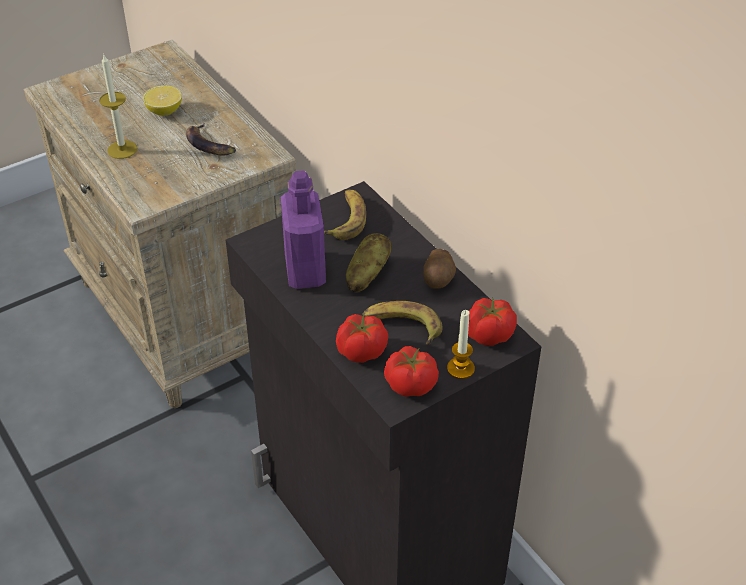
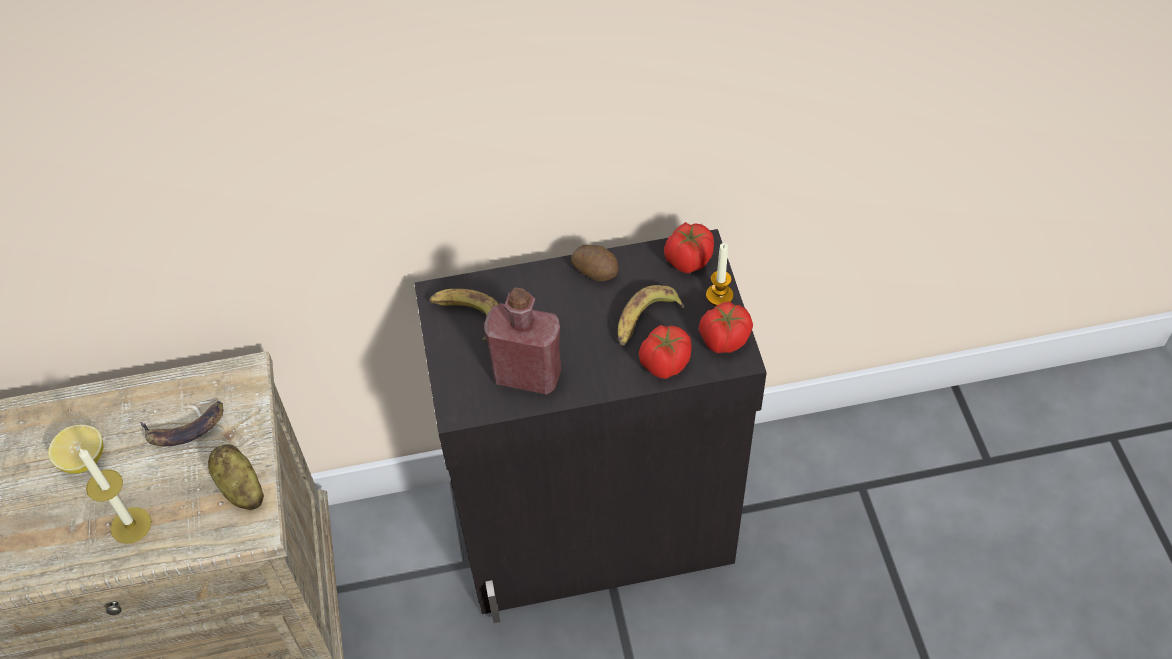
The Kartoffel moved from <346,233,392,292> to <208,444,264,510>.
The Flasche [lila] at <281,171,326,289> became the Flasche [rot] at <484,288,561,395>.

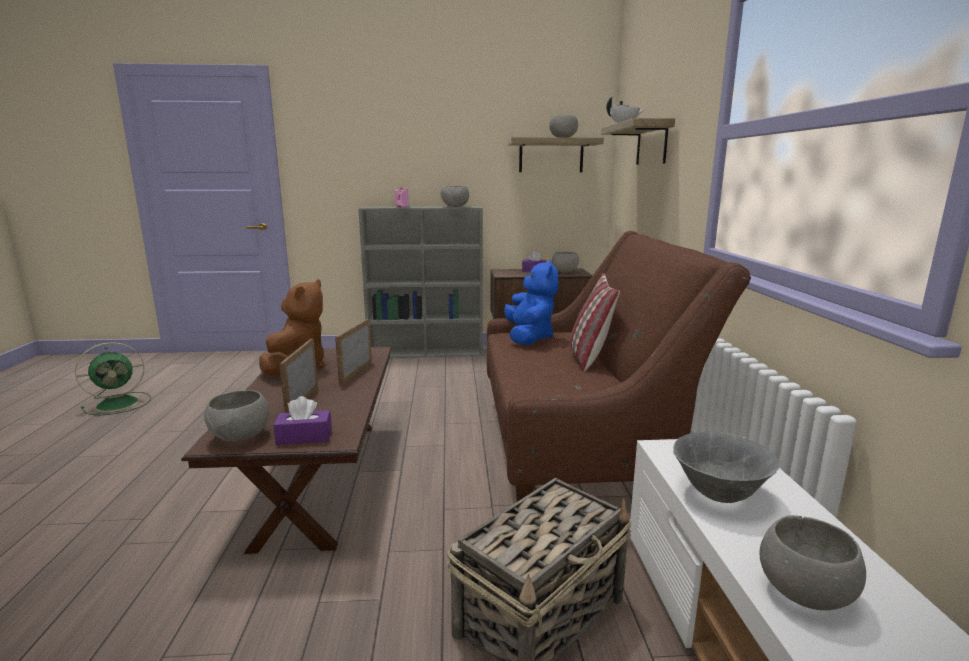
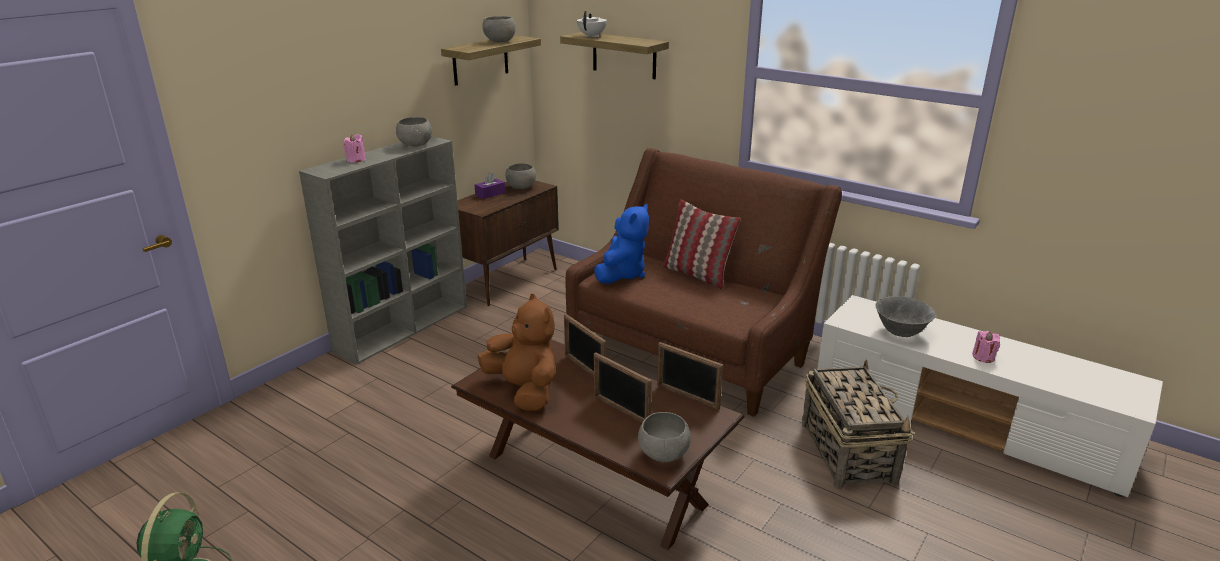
The Plüschtier [blau] at <504,260,559,345> turned 75 degrees clockwise.
The Bilderrahmen at <657,342,723,410> appeared.
The Schüssel [grau] at <760,515,866,610> was replaced by the Kerze [rosa] at <972,331,1000,363>.
The Taschentuchbox [lila] at <273,396,332,445> disappeared.

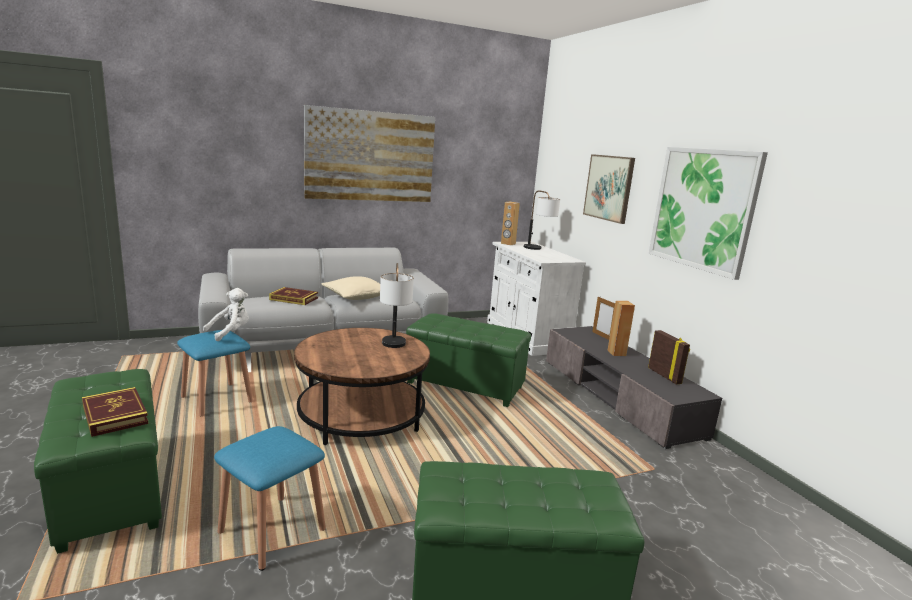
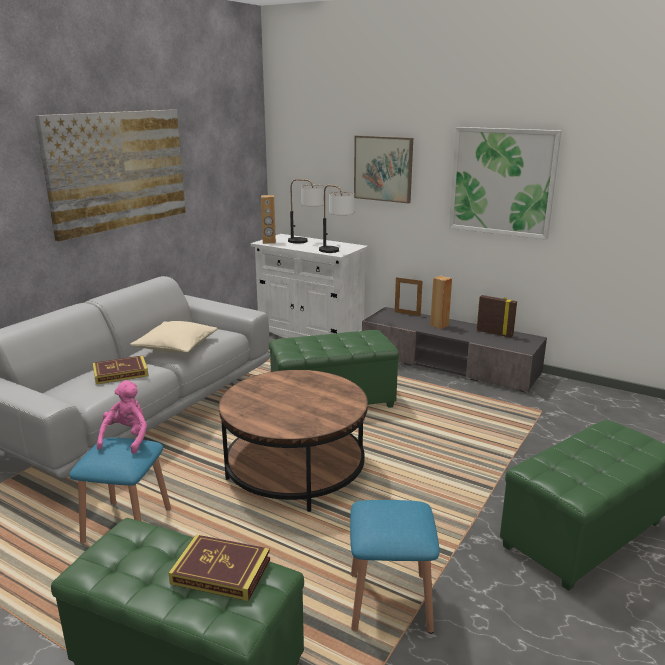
The Plüschtier [weiß] at <203,288,249,341> became the Plüschtier [rosa] at <97,380,147,454>.
The Tischlampe moved from <380,263,414,348> to <319,185,354,253>.

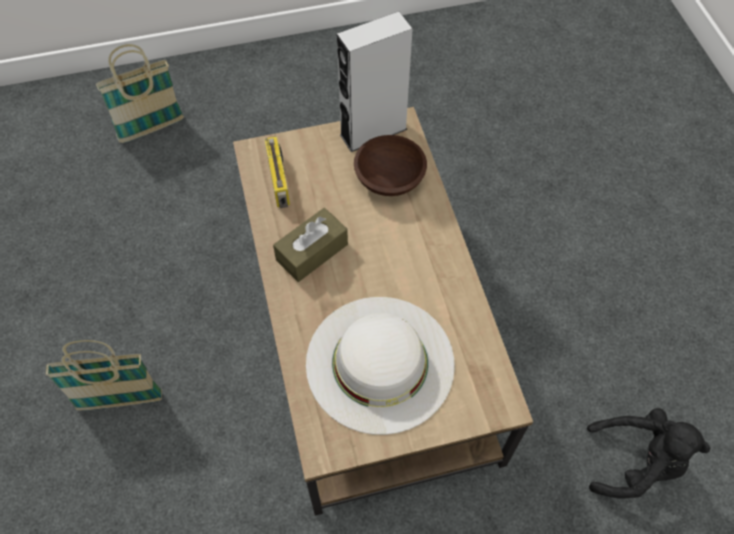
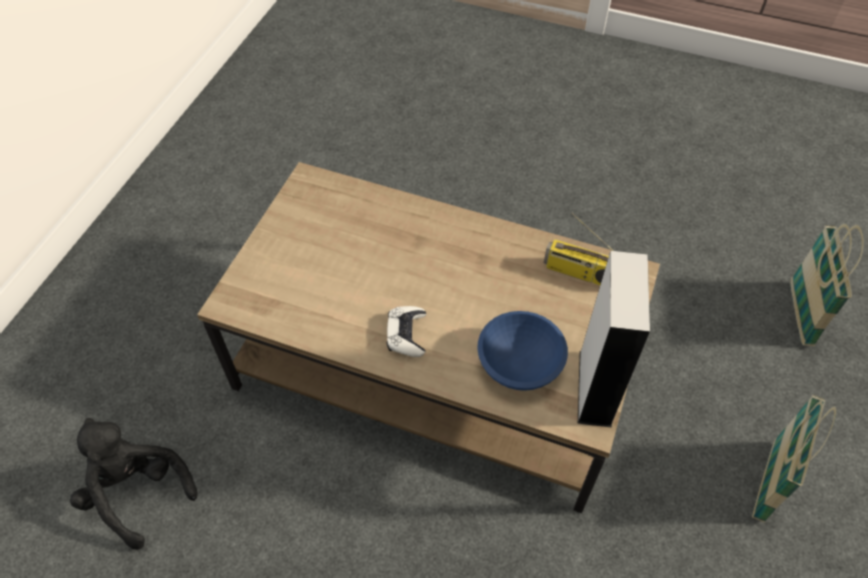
The Plüschtier [schwarz] at <587,408,710,499> turned 90 degrees clockwise.
The Gamepad [weiß] at <387,306,426,357> appeared.
The Schüssel [braun] at <354,135,427,196> became the Schüssel [blau] at <477,311,568,391>.
The Korb moved from <45,340,162,411> to <752,394,836,523>.
The Taschentuchbox [braun] at <273,208,348,282> disappeared.
The Hut [weiß] at <306,297,455,435> disappeared.

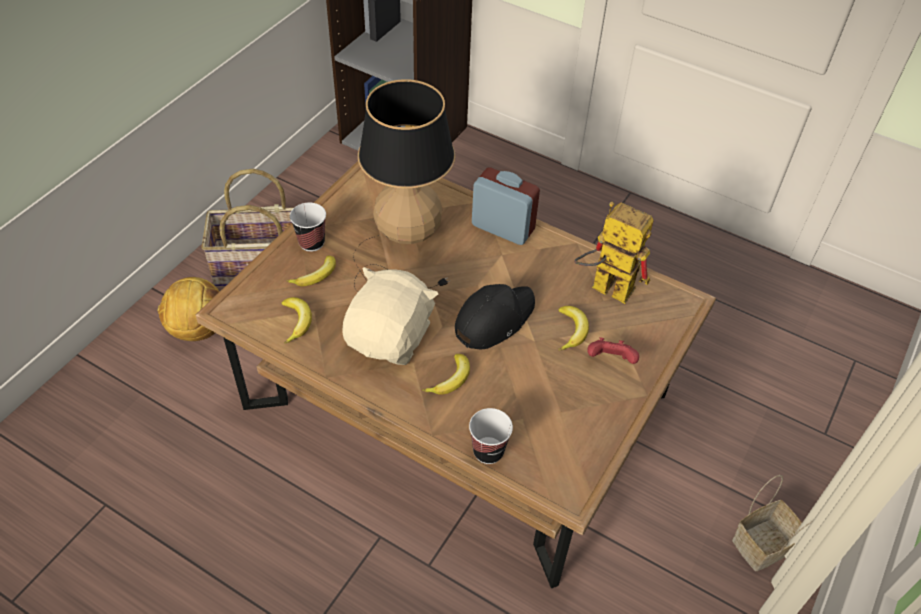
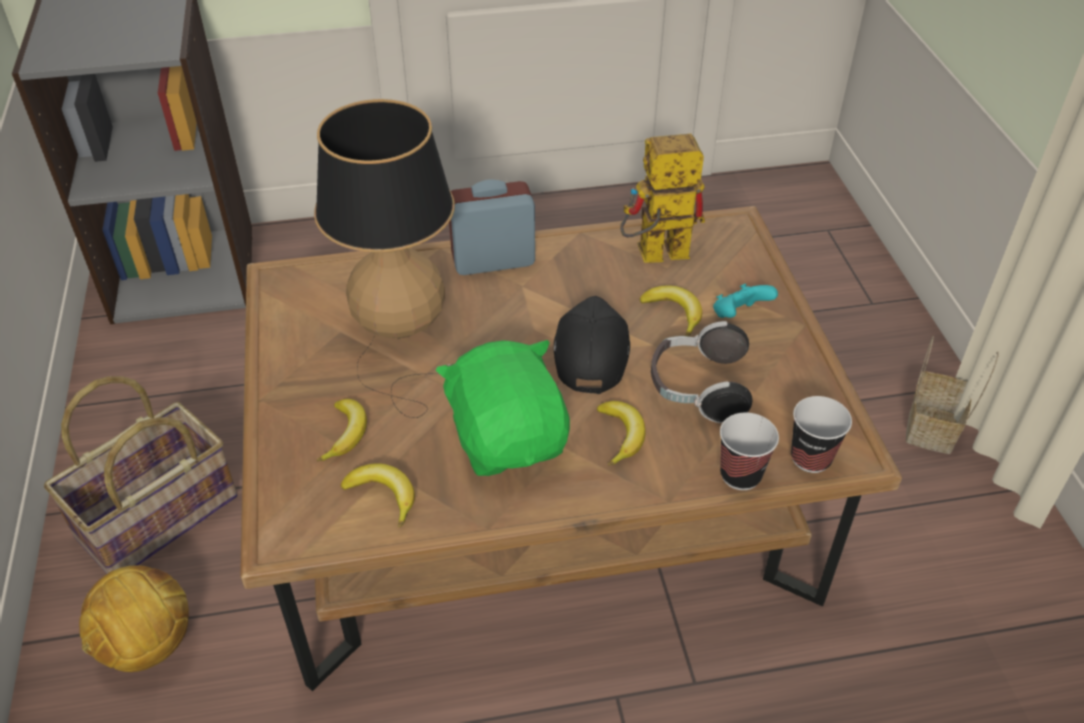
The Plüschtier [beige] at <342,267,438,365> became the Plüschtier [grün] at <436,340,570,476>.
The Kopfhörer at <651,321,753,423> appeared.
The Gamepad [rot] at <587,337,639,364> became the Gamepad [türkis] at <713,284,778,318>.
The Tasse moved from <290,203,326,252> to <791,396,852,473>.

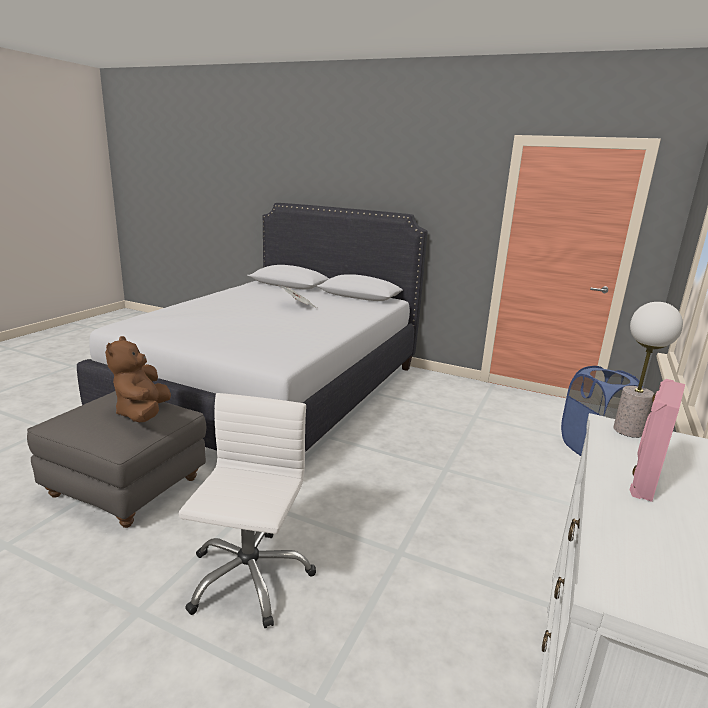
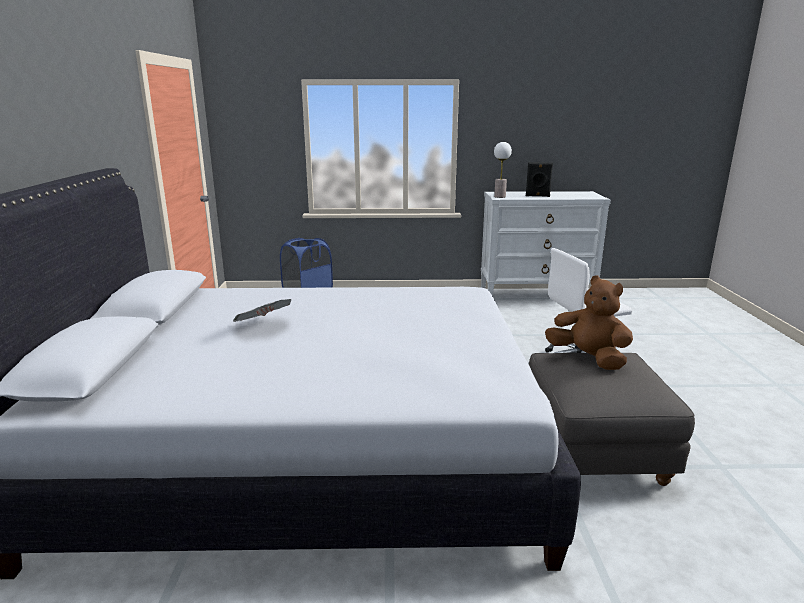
The Lautsprecher [rosa] at <630,379,685,502> became the Lautsprecher [schwarz] at <526,162,553,197>.
The Plüschtier [braun] at <105,336,171,422> turned 105 degrees counterclockwise.

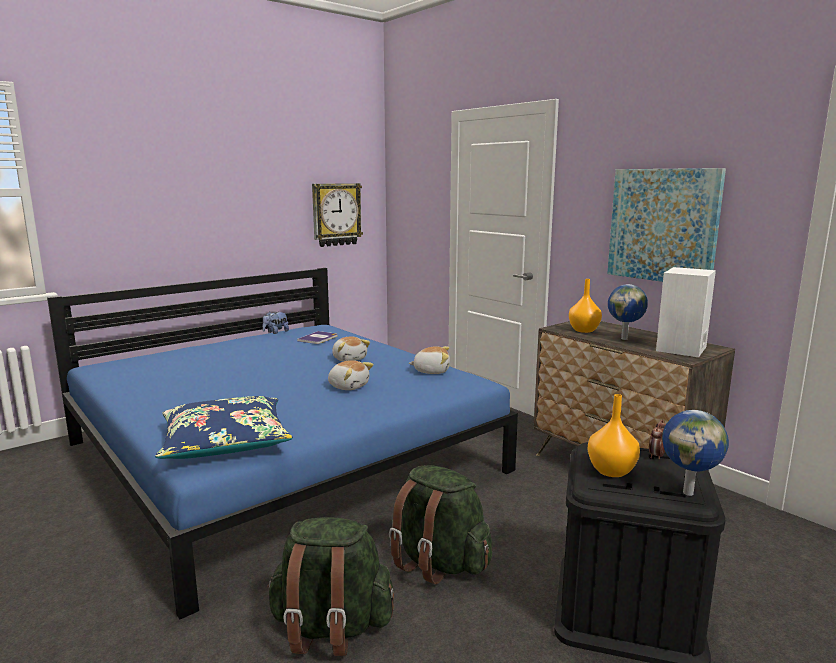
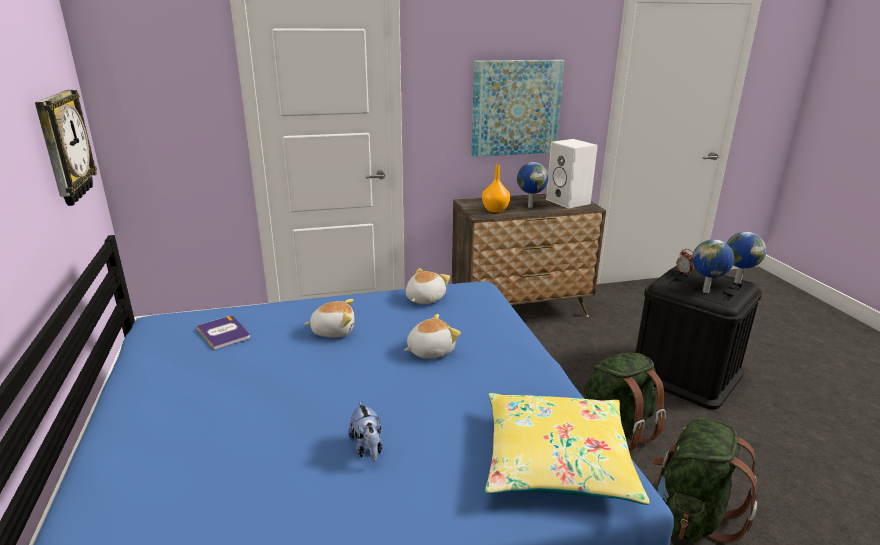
The Plüschtier moved from <262,312,289,334> to <348,401,383,462>.
The Kissen [blau] at <155,396,293,459> became the Kissen [gelb] at <485,393,649,505>.
The Vase [orange] at <588,394,640,477> was replaced by the Globus at <692,239,734,293>.

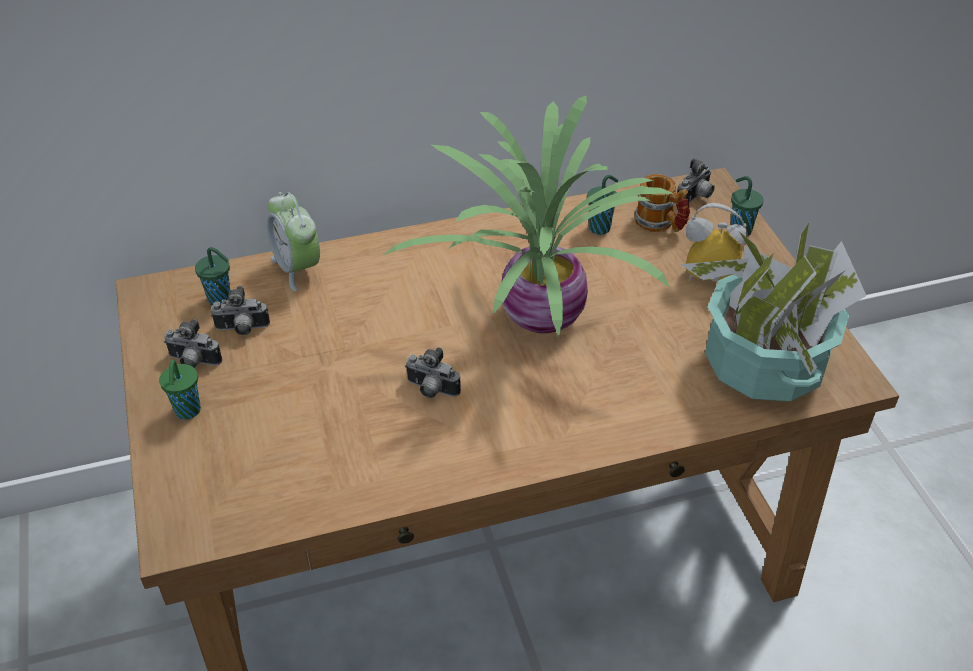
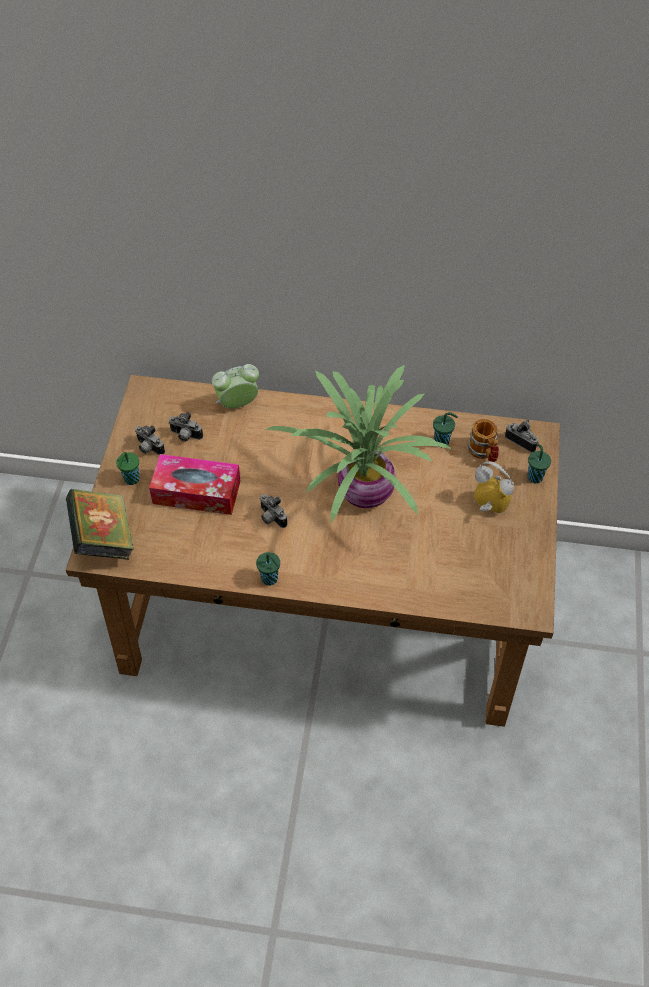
The Buch at <66,489,134,560> appeared.
The Taschentuchbox at <149,454,241,515> appeared.
The Wecker at <267,192,320,291> turned 75 degrees clockwise.
The Tasse [grün] moved from <195,247,231,305> to <256,552,280,586>.
The Kamera at <677,158,715,203> turned 120 degrees counterclockwise.
The Topfpflanze at <680,222,867,401> disappeared.

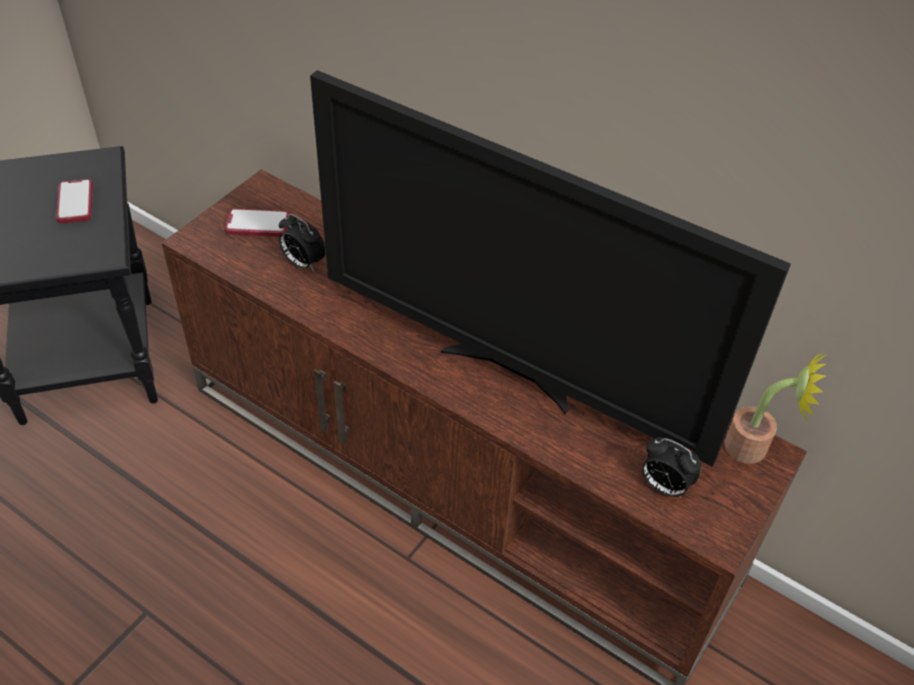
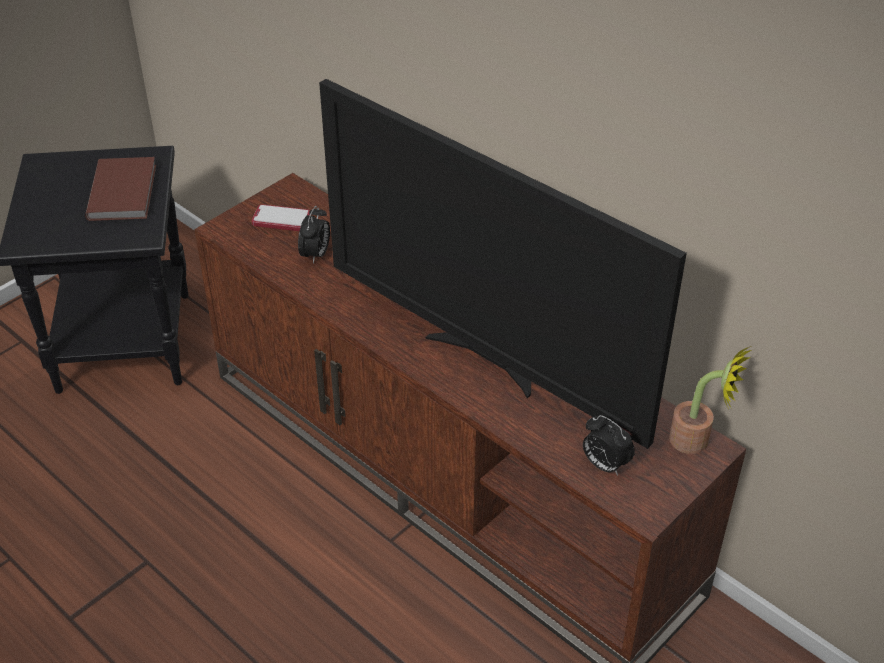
The Handy at <56,179,93,223> was replaced by the Buch [braun] at <85,157,156,221>.
The Wecker at <279,214,326,271> turned 120 degrees counterclockwise.

